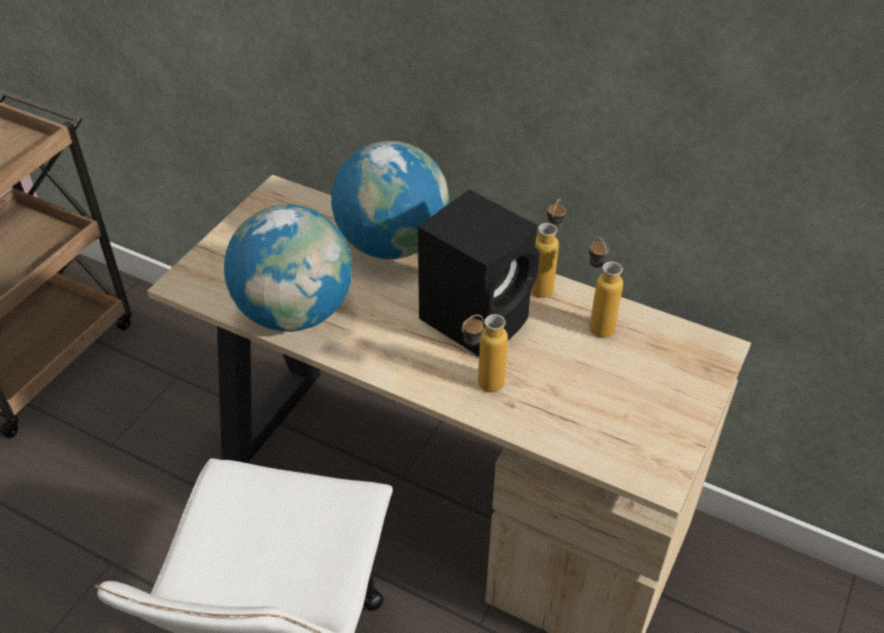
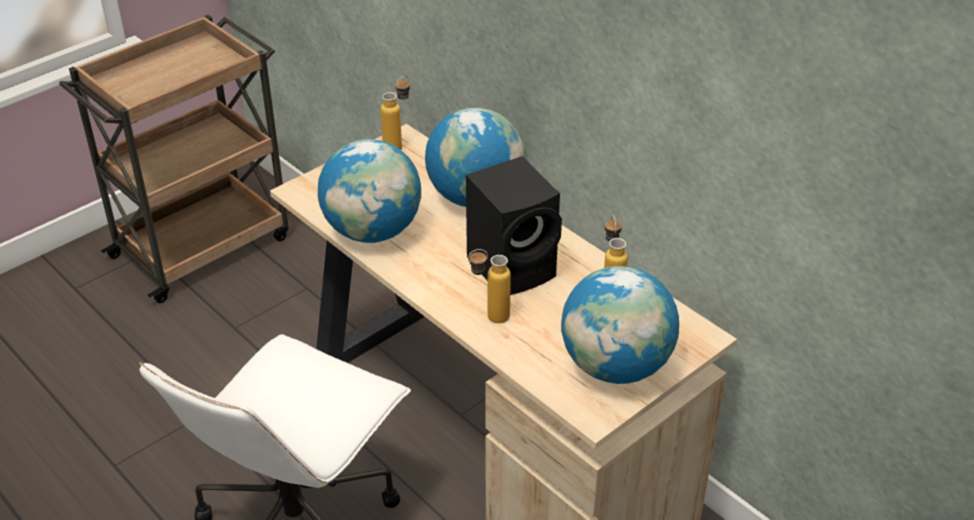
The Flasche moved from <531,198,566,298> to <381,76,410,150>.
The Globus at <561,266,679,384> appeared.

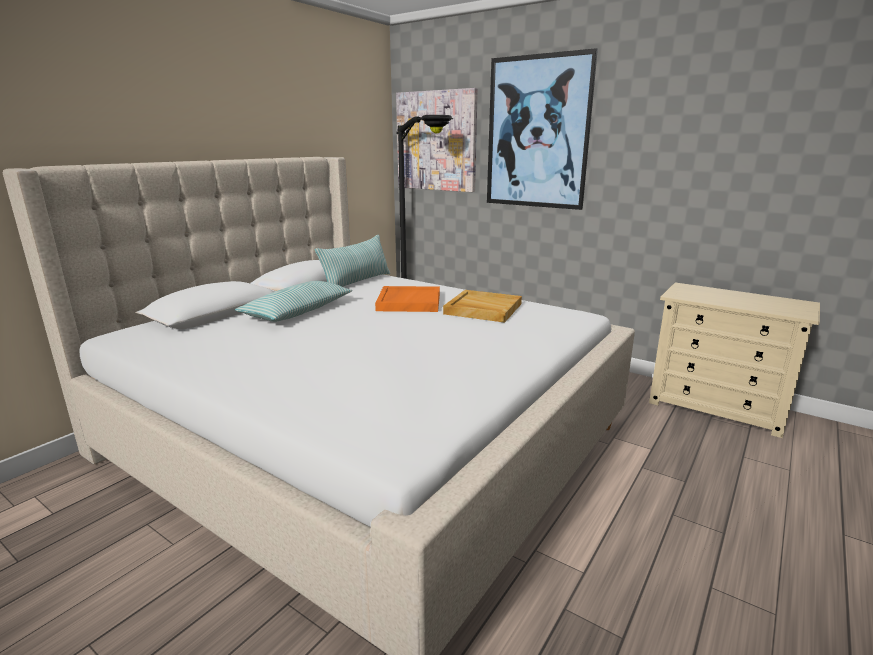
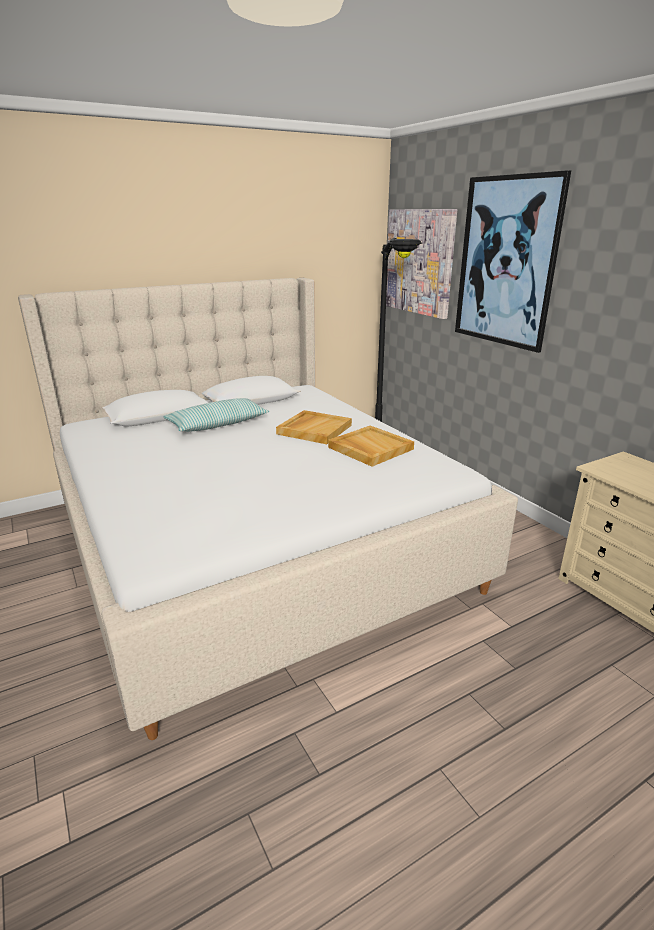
The Tablett [orange] at <375,286,440,312> became the Tablett [beige] at <276,410,352,444>.
The Kissen at <315,234,390,287> disappeared.

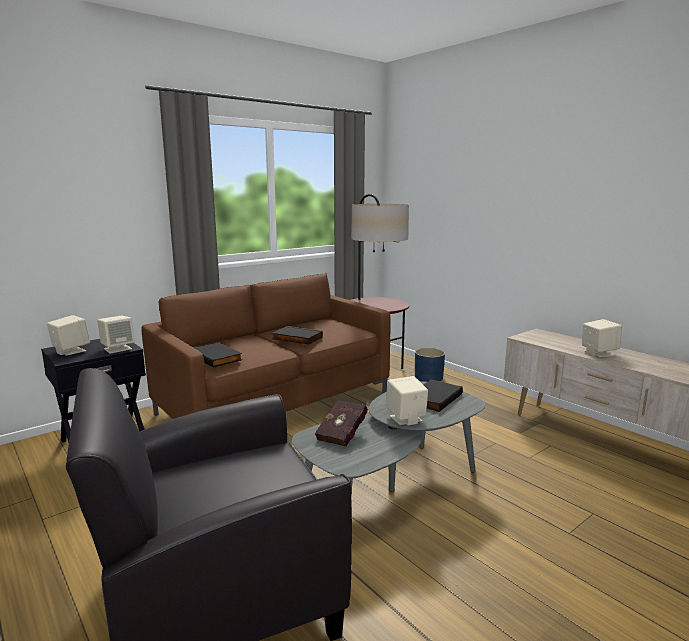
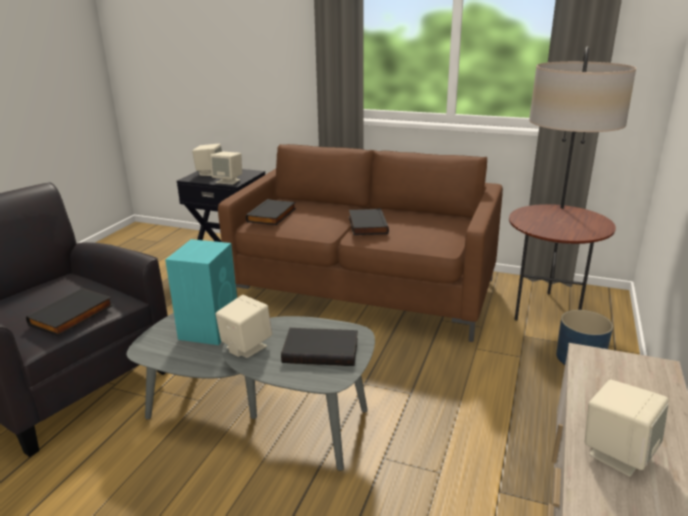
The Buch [schwarz] at <26,288,113,336> appeared.
The Buch [rot] at <315,400,368,446> was replaced by the Lautsprecher [türkis] at <165,239,237,345>.

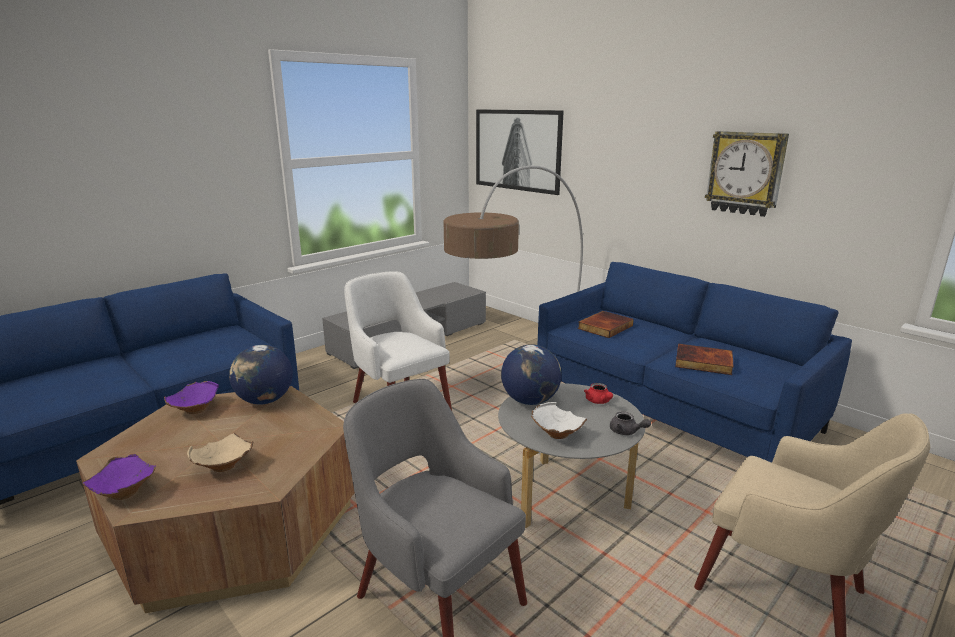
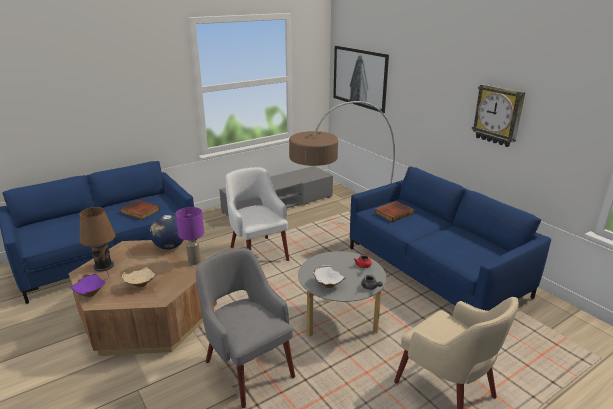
The Tischlampe [braun] at <79,207,116,280> appeared.
The Buch moved from <675,344,734,375> to <120,200,160,220>.
The Tischlampe [lila] at <175,207,204,265> appeared.
The Schüssel [lila] at <164,381,219,414> disappeared.
The Globus at <501,344,562,405> disappeared.

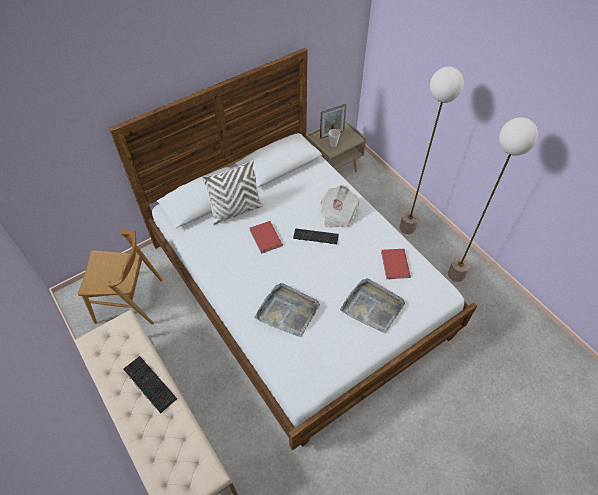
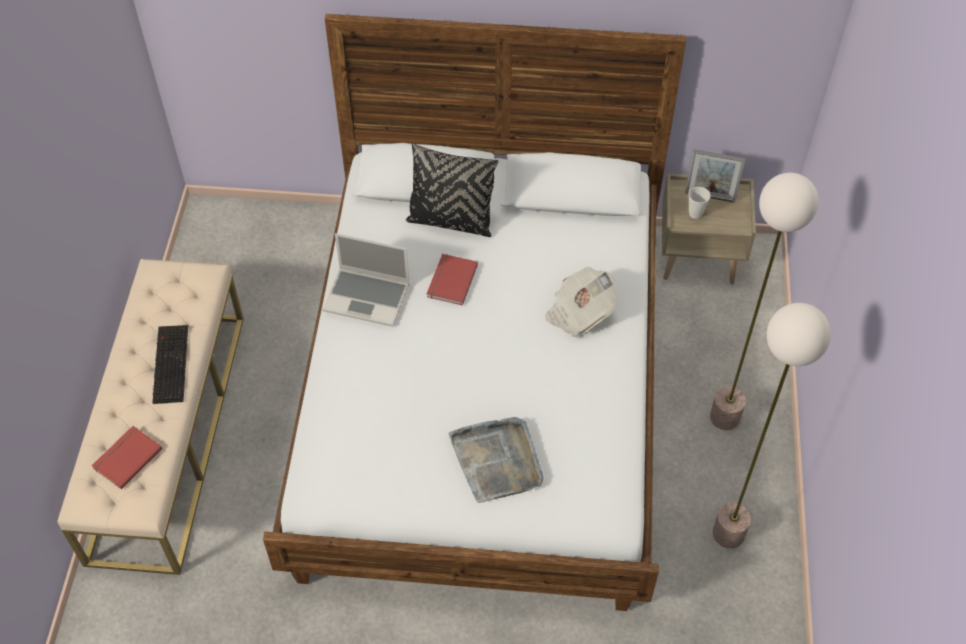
The Buch [rot] moved from <381,249,411,280> to <92,426,162,489>.
The Laptop at <322,233,410,327> appeared.
The Kissen [weiß] at <201,160,263,225> became the Kissen [schwarz] at <406,143,499,237>.
The Stuhl [braun] at <78,230,163,325> disappeared.
The Tablett [grau] at <254,283,320,337> disappeared.
The Tastatur at <293,228,339,244> disappeared.

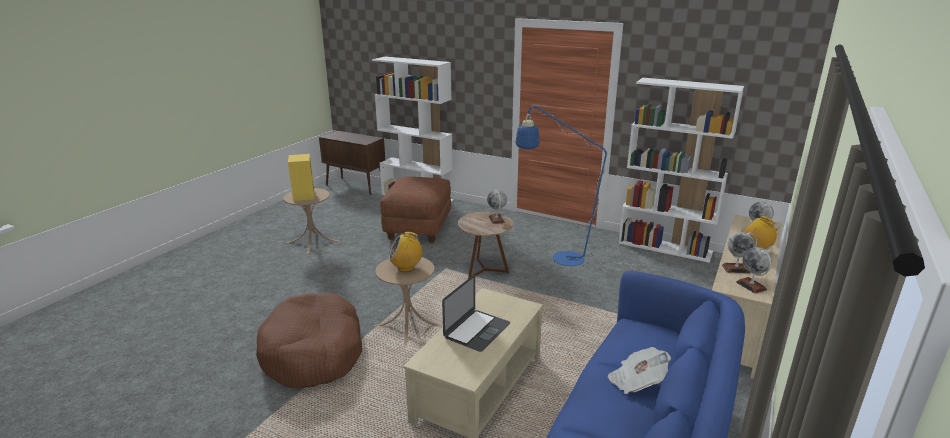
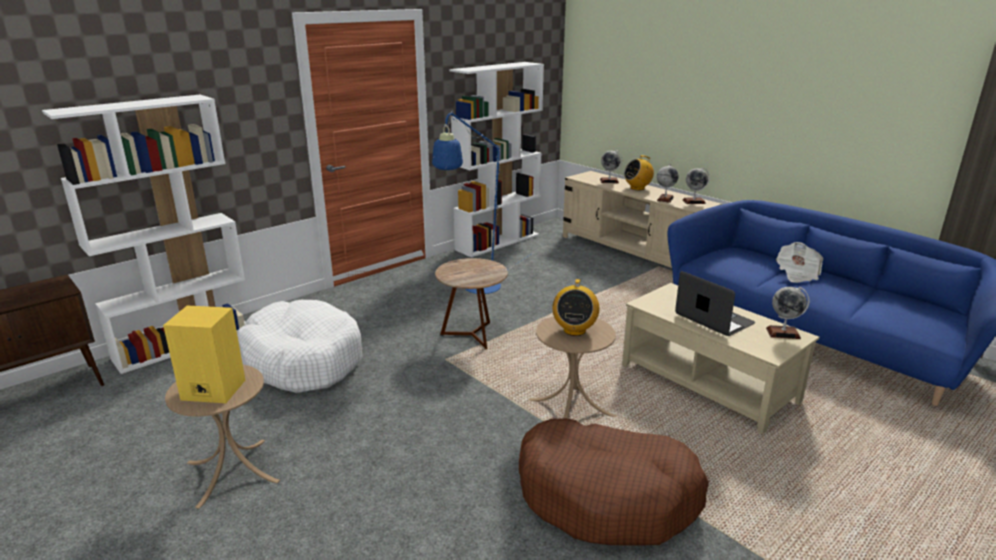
The Polsterhocker [braun] at <380,177,451,243> was replaced by the Hundebett [weiß] at <237,300,362,393>.
The Globus moved from <487,190,507,224> to <766,287,810,339>.

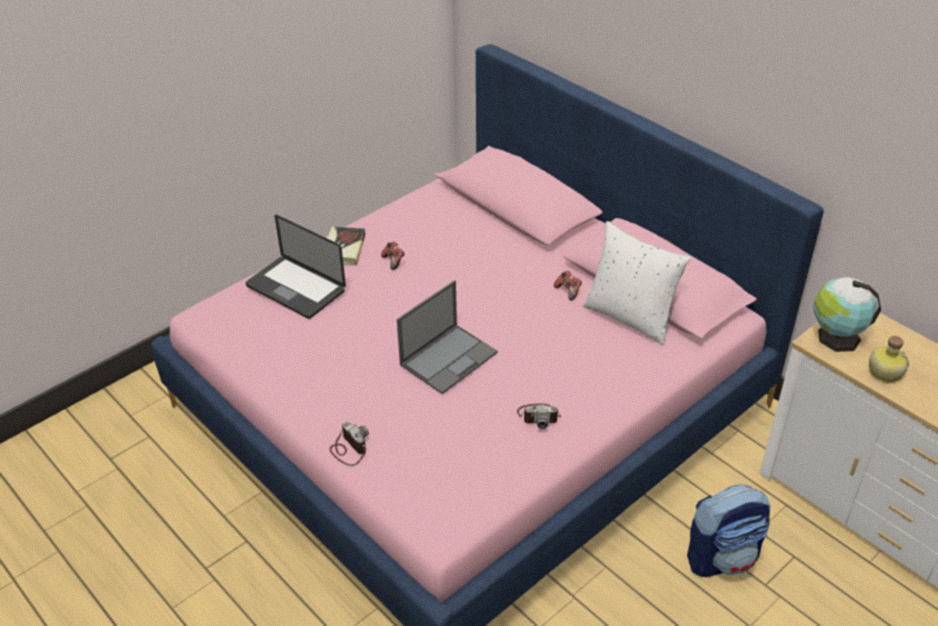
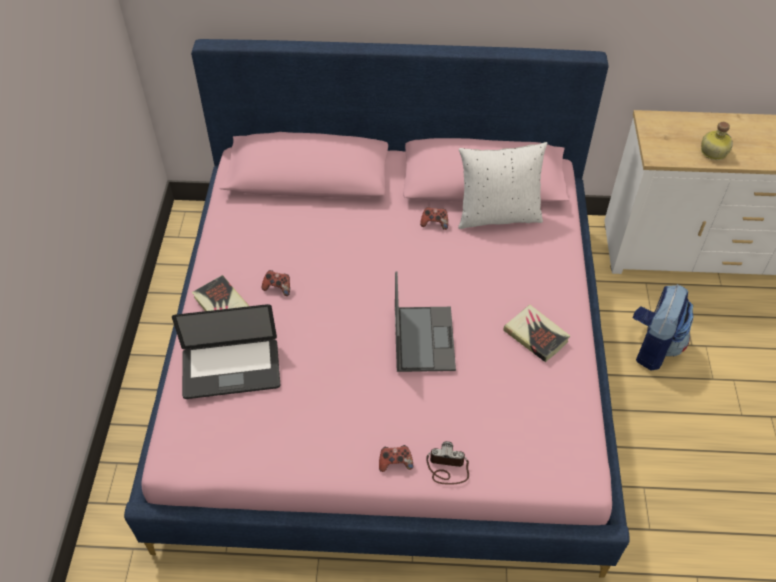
The Gamepad at <379,445,413,472> appeared.
The Kamera at <517,404,561,429> was replaced by the Buch at <503,304,570,363>.
The Globus at <813,277,881,352> disappeared.

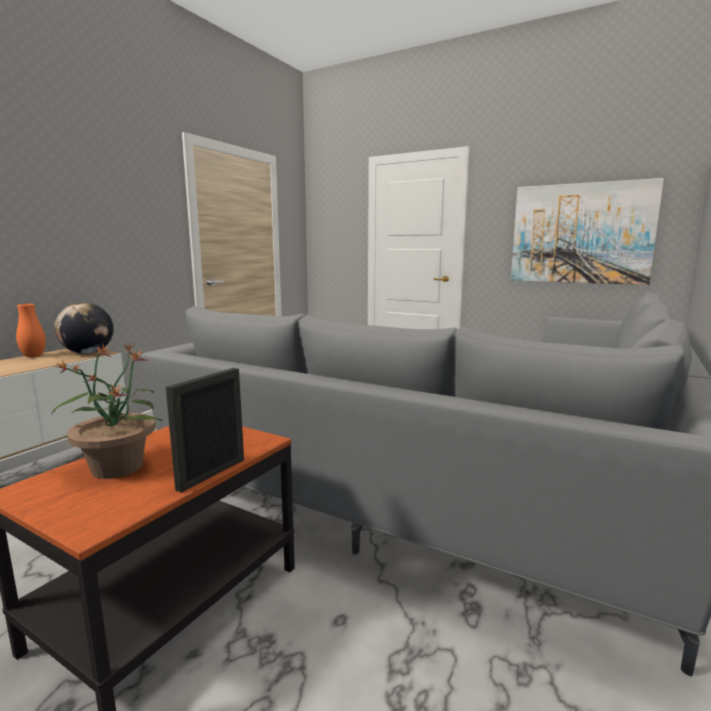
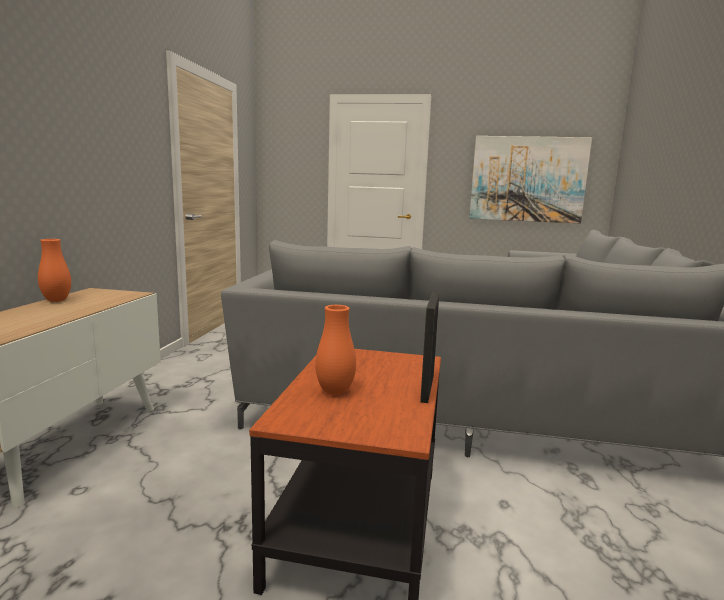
The Topfpflanze at <52,342,162,479> was replaced by the Vase [orange] at <315,305,356,395>.
The Globus at <54,302,114,354> disappeared.

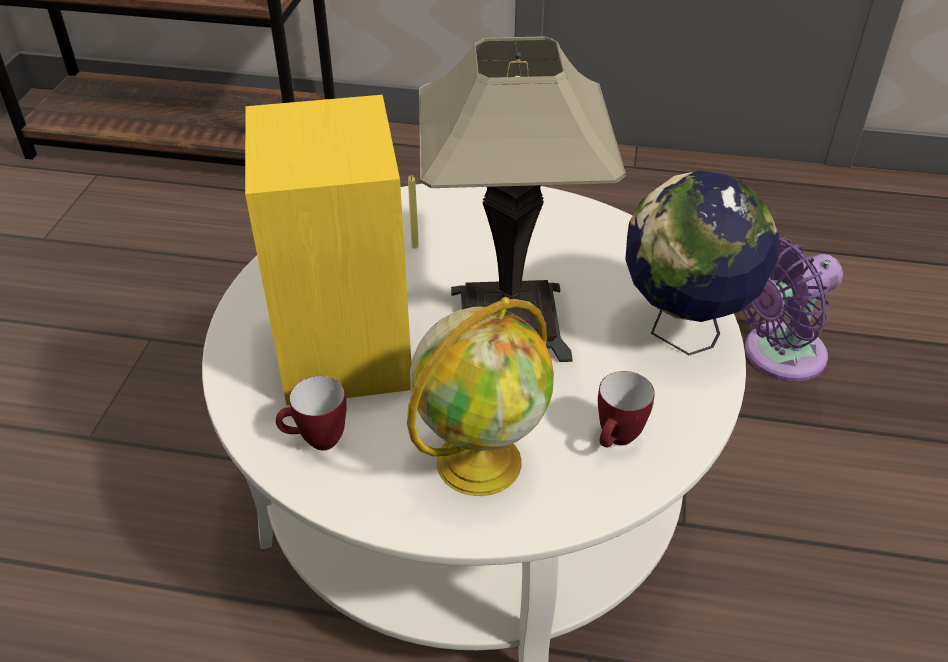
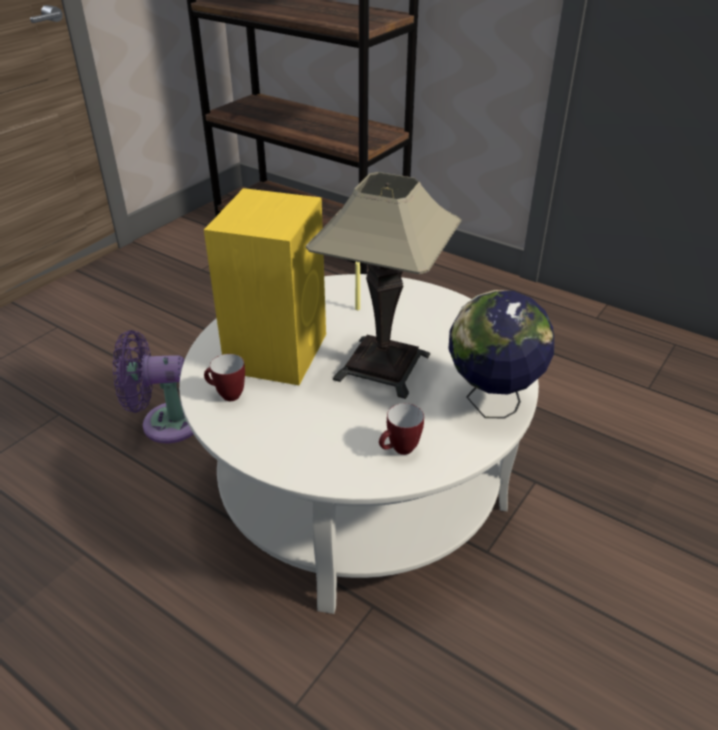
The Ventilator [lila] moved from <740,237,843,382> to <113,330,193,443>.
The Globus at <407,297,554,496> disappeared.

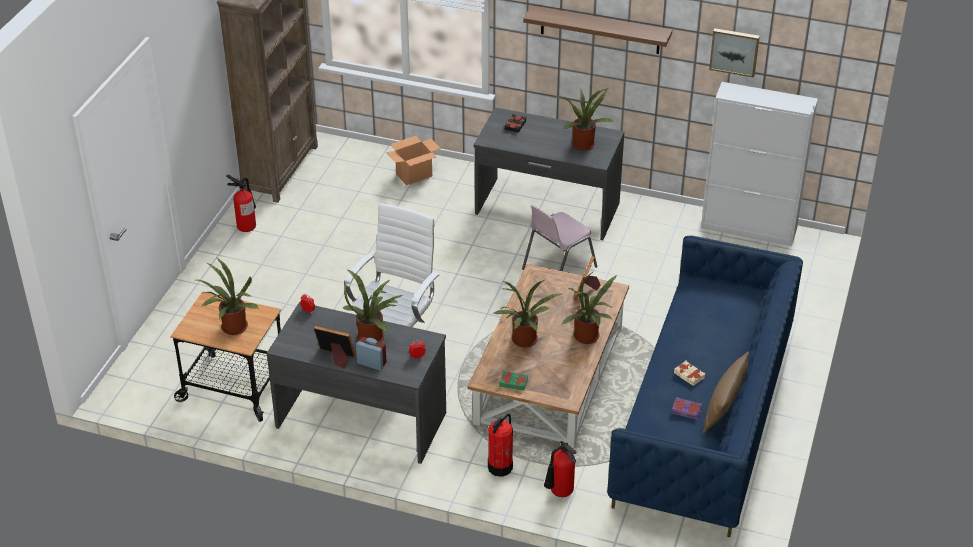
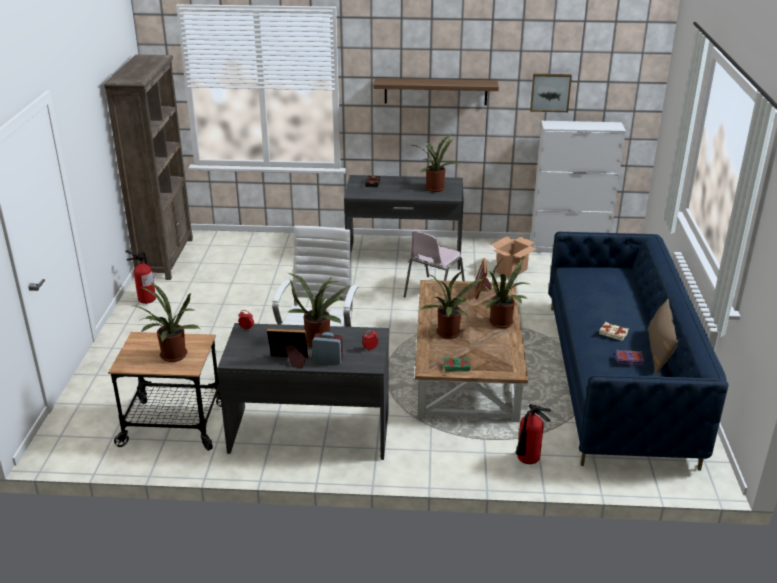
The Karton moved from <386,136,441,185> to <491,236,537,278>.
The Feuerlöscher at <488,414,513,477> disappeared.

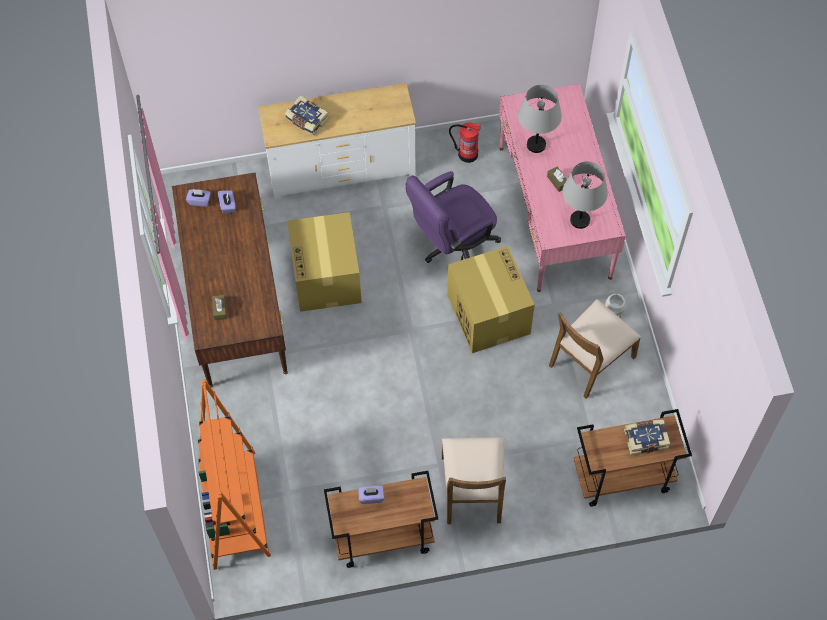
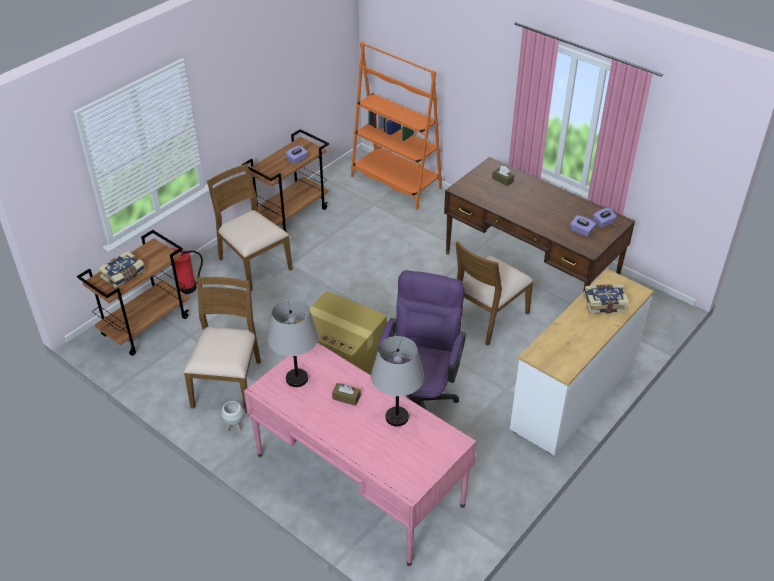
The Feuerlöscher moved from <449,122,481,163> to <171,248,203,294>.
The Karton at <287,212,362,312> was replaced by the Stuhl [braun] at <456,241,533,346>.

